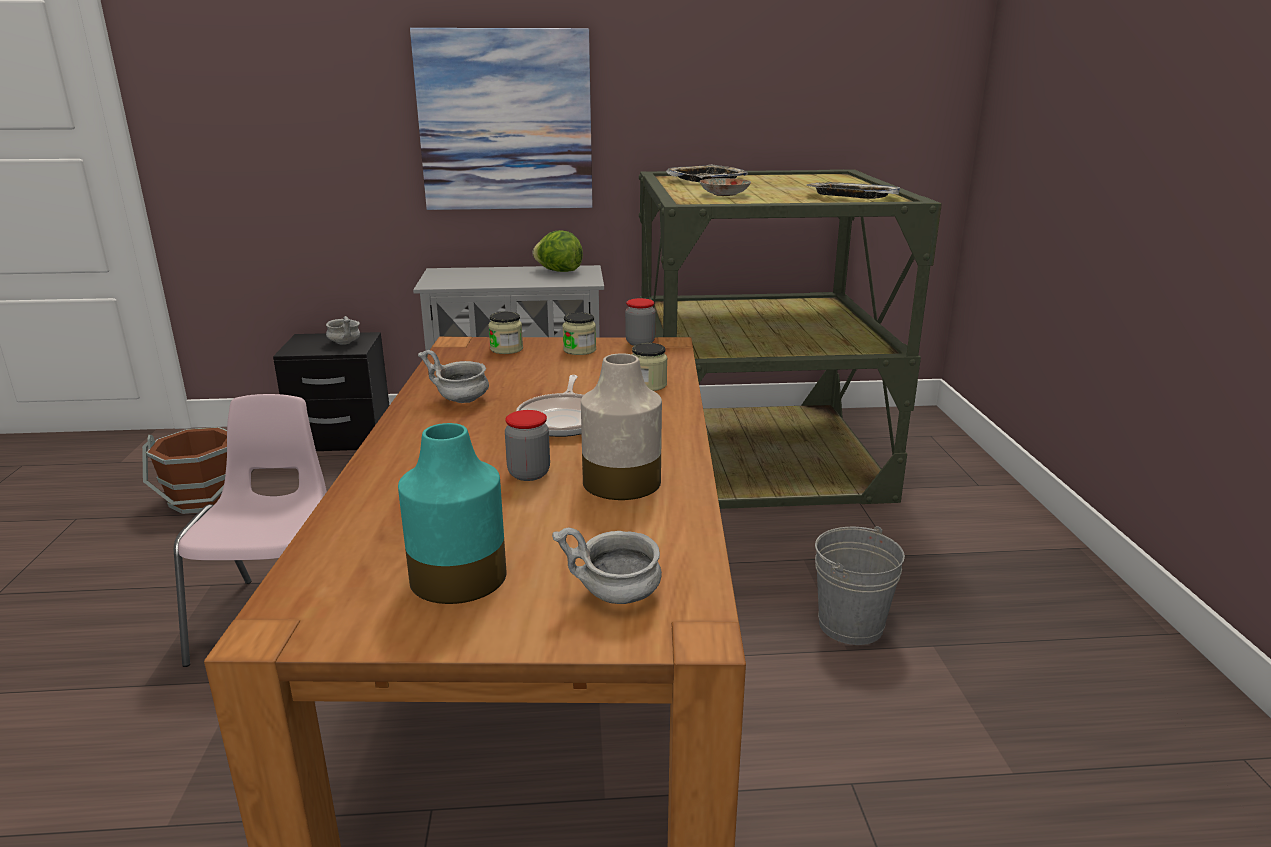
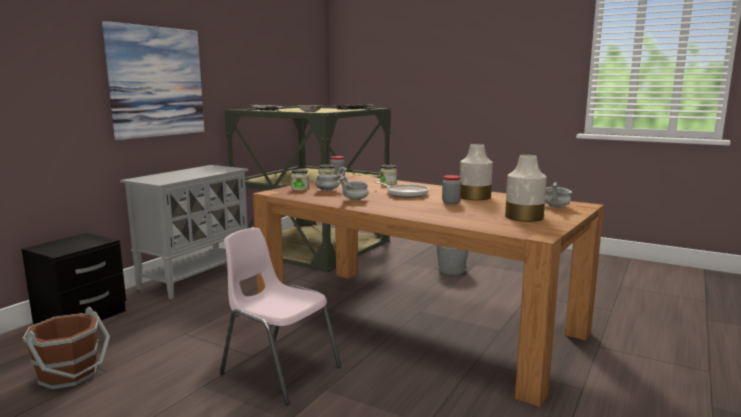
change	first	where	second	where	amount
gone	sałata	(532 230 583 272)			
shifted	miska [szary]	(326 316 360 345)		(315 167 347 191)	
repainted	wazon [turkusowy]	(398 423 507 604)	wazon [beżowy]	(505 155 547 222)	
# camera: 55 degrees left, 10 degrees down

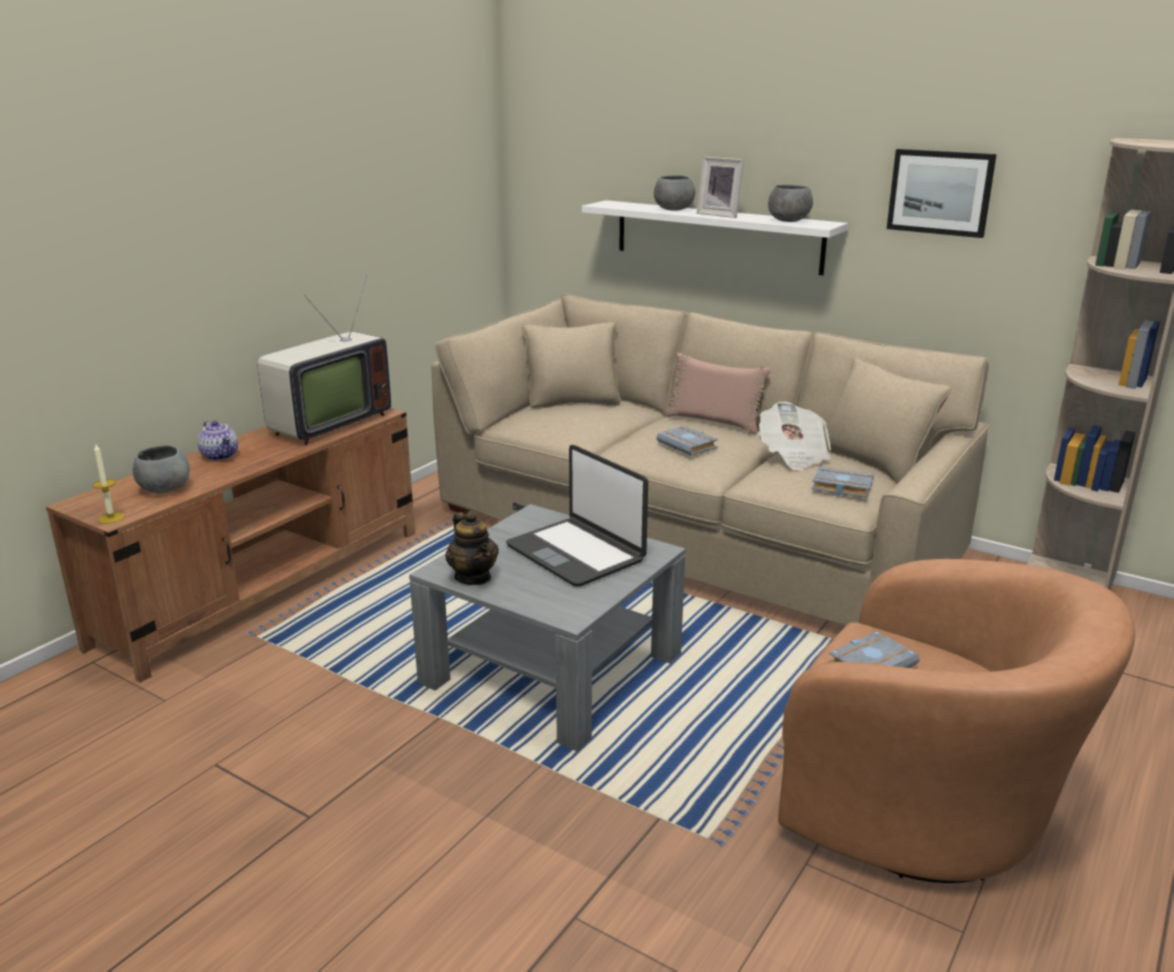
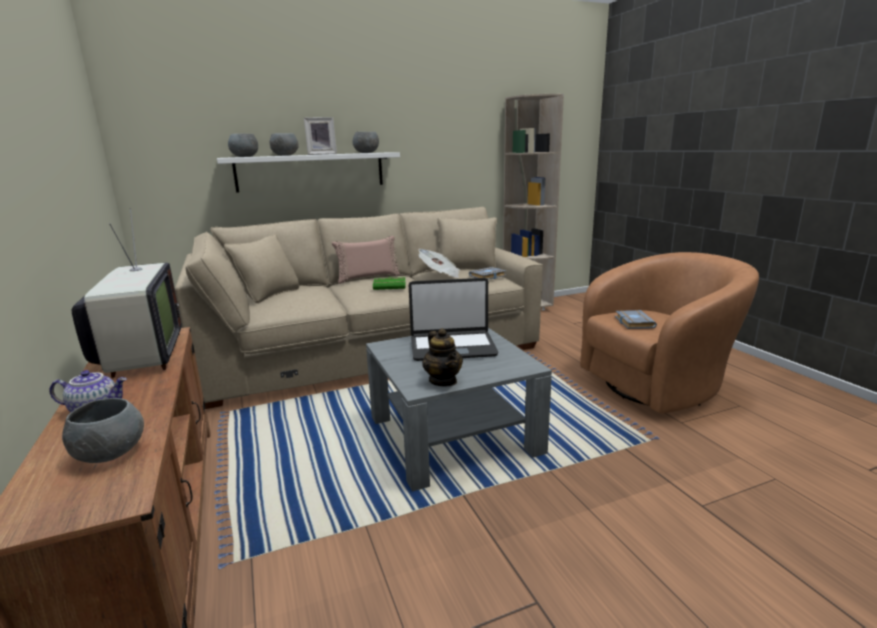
change	first	where	second	where	amount
gone	obraz	(887 149 997 238)			
repainted	książka [szary]	(656 426 718 456)	książka [zielony]	(373 277 406 290)	
gone	świeca	(92 444 125 524)			
rotated	imbryk	(445 511 499 585)		(422 328 463 387)	60 degrees clockwise
new			miska [szary]	(228 134 258 157)	
# camera: 55 degrees left, 5 degrees down

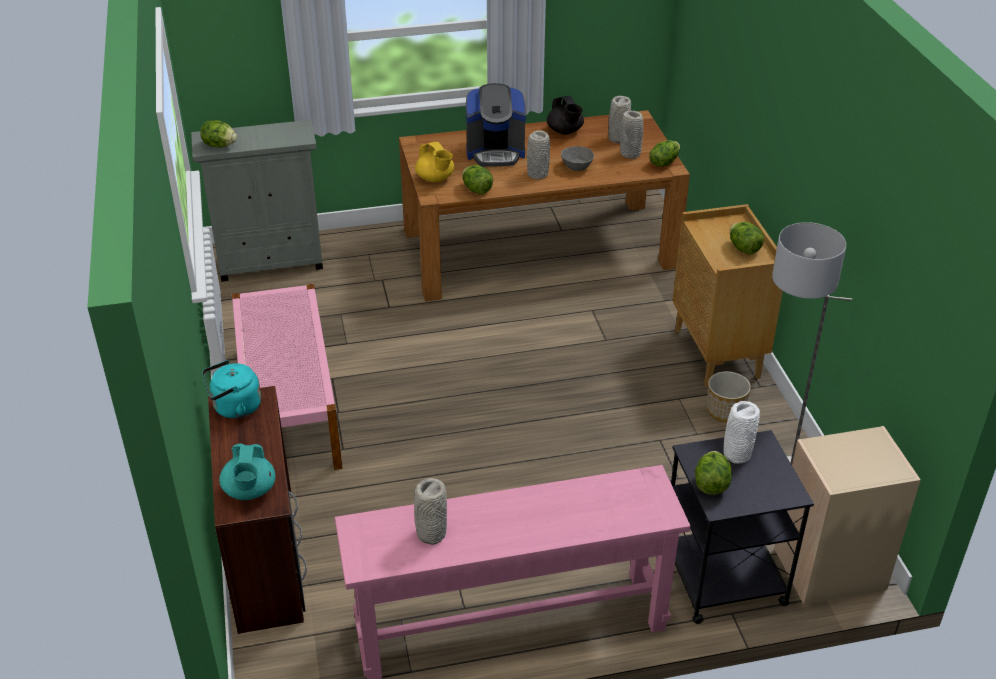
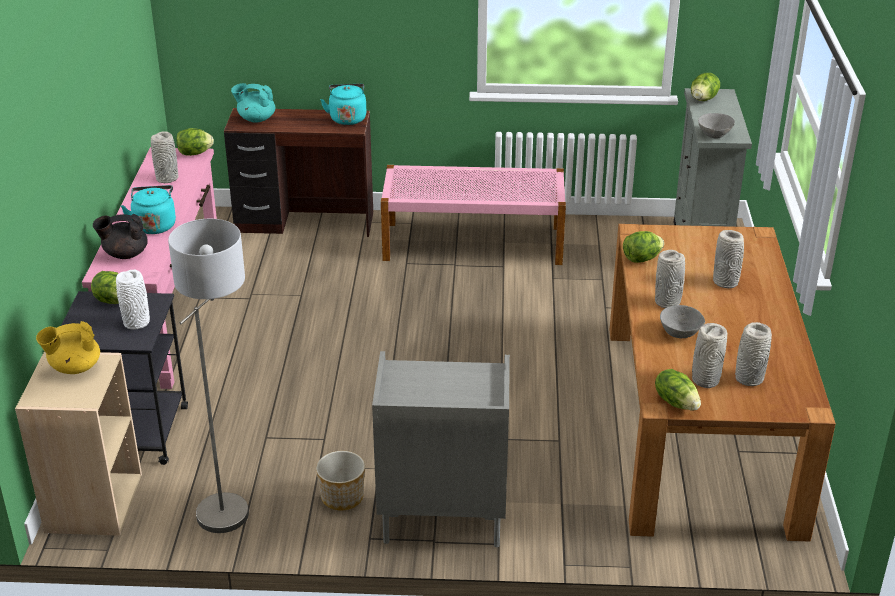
change	first	where	second	where	amount
swapped	ekspres do kawy	(466 83 526 166)	wazon [szary]	(713 230 744 288)	
shifted	imbryk [czarny]	(547 96 584 134)		(93 214 148 259)	
shifted	imbryk [żółty]	(415 142 455 182)		(36 321 100 374)	
repainted	szafka [brązowy]	(673 204 783 387)	szafka [szary]	(372 351 510 547)	
shifted	sałata	(730 222 764 255)		(176 128 214 156)	
new			miska [szary]	(698 113 735 138)	
new			czajnik [turkusowy]	(121 185 176 234)	
# camera: 105 degrees right, 5 degrees down

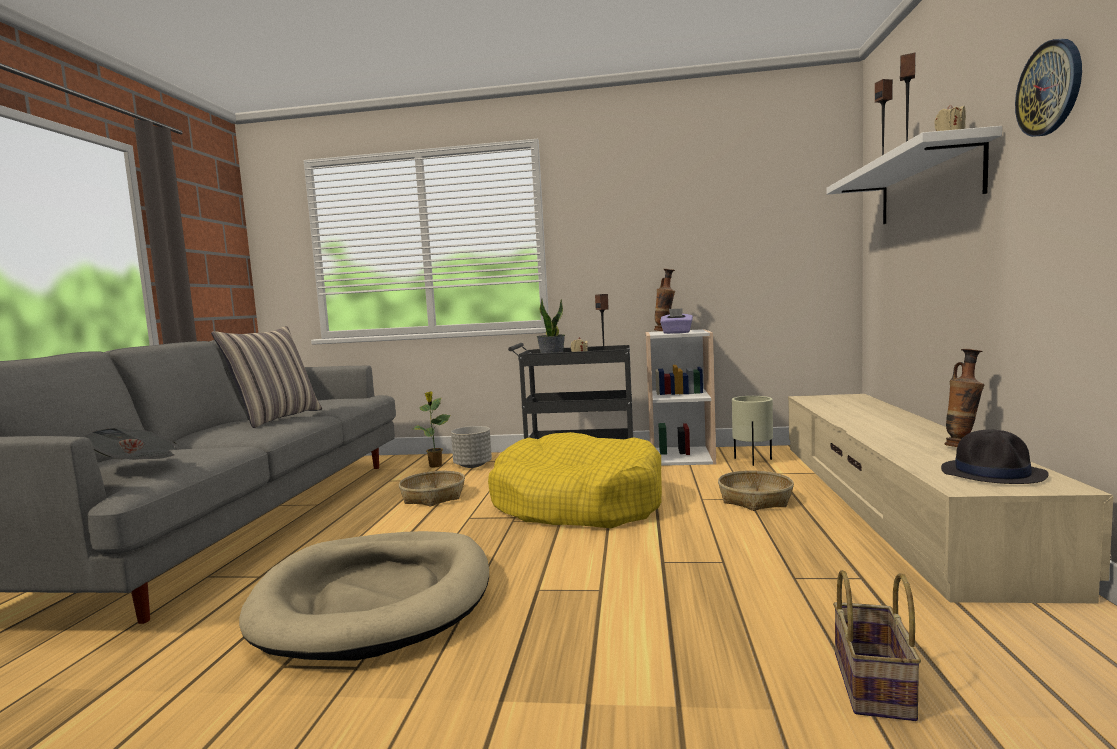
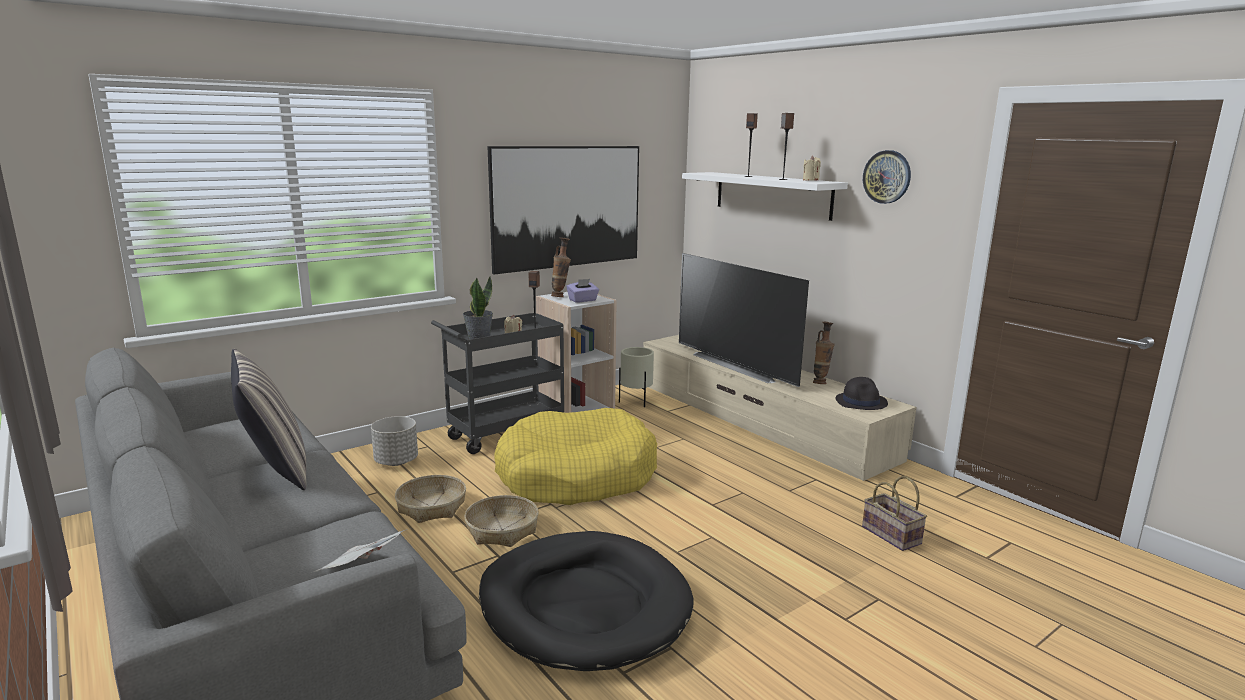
change	first	where	second	where	amount
gone	roślina doniczkowa	(413 392 450 468)			
shifted	koszyk	(718 470 794 511)		(464 495 539 547)	
repainted	legowisko [beżowy]	(239 531 489 661)	legowisko [czarny]	(479 531 694 671)	
new			obraz	(487 146 639 274)	
new			telewizor	(679 253 809 387)	
# camera: 45 degrees left, 10 degrees up

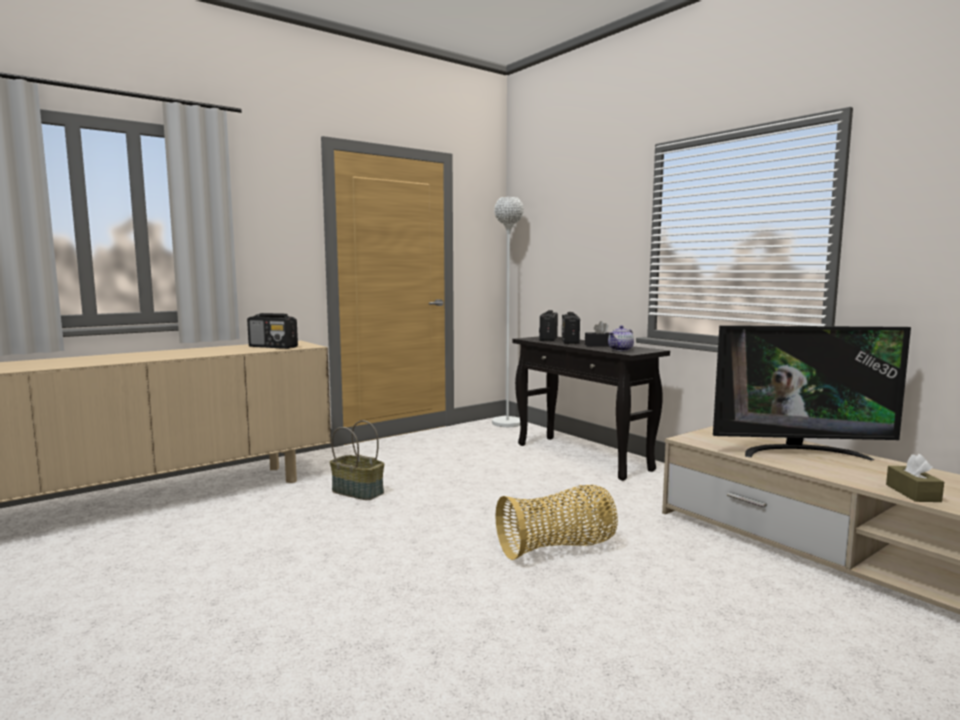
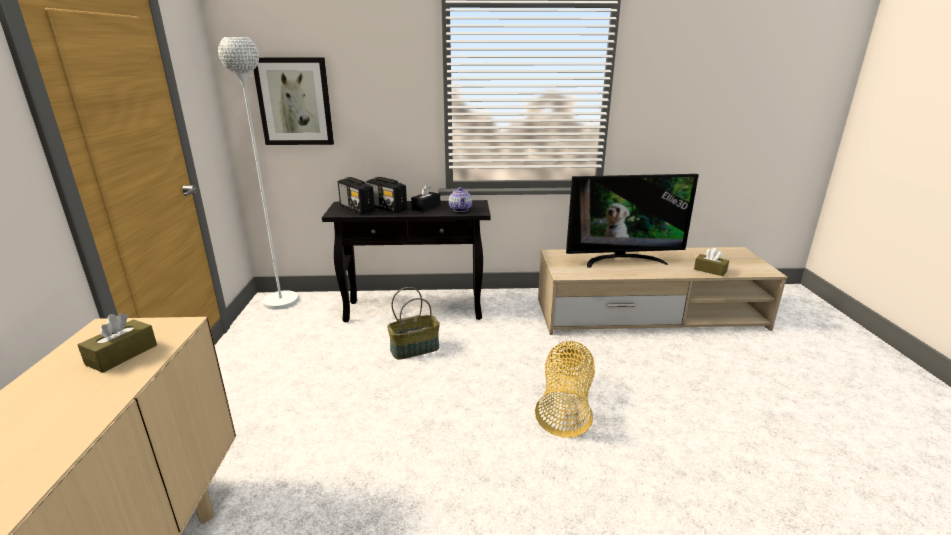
change	first	where	second	where	amount
swapped	radio	(247 313 298 349)	pudełko chusteczek [brązowy]	(78 313 157 373)	
rotated	telewizor	(713 325 911 460)		(566 174 699 268)	45 degrees clockwise
shifted	koszyk	(330 420 384 500)		(387 287 440 359)	
new			obraz	(254 57 334 145)	
# camera: 55 degrees left, 15 degrees up

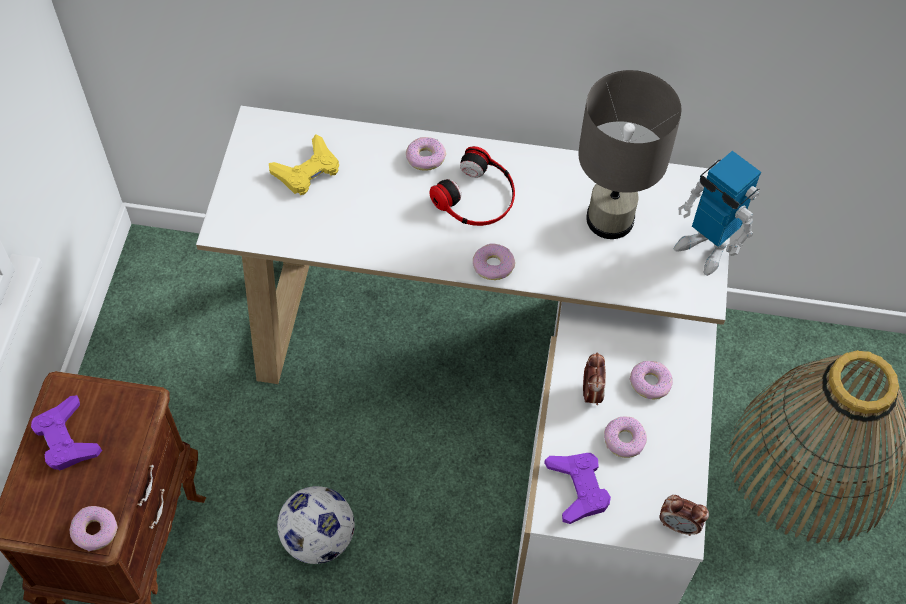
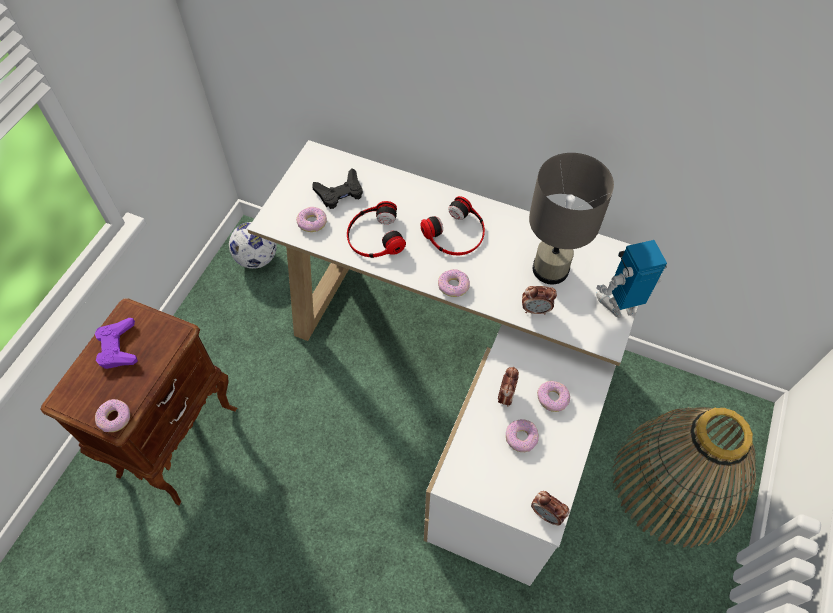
change	first	where	second	where	amount
repainted	pad do gier [żółty]	(269 134 339 195)	pad do gier [czarny]	(312 168 363 209)	
shifted	donut	(406 137 446 171)		(296 207 327 232)	
rotated	robot zabawkowy	(674 151 761 276)		(596 240 667 318)	105 degrees clockwise
gone	pad do gier [fioletowy]	(544 453 611 524)			
shifted	piłka futbolowa	(277 486 355 564)		(229 222 277 269)	
new			słuchawki	(347 201 406 258)	
new			budzik	(522 286 557 314)	
# camera: 15 degrees right, 0 degrees up

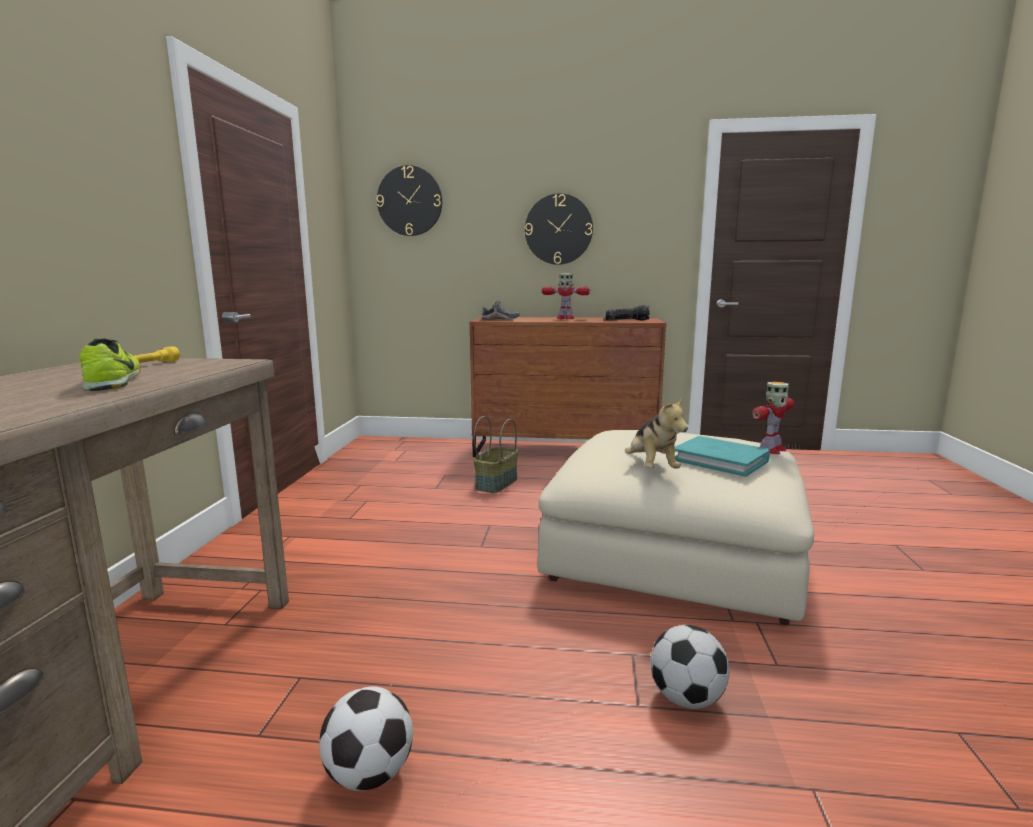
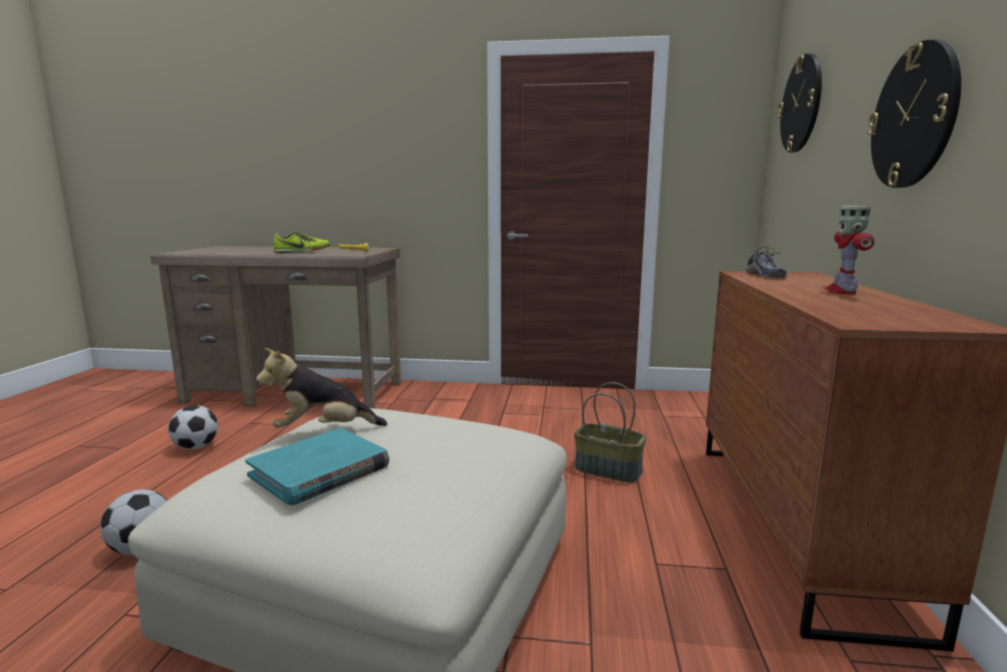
change	first	where	second	where	amount
gone	latarka	(605 305 649 321)			
gone	robot zabawkowy	(751 382 794 454)			
# camera: 90 degrees right, 0 degrees up

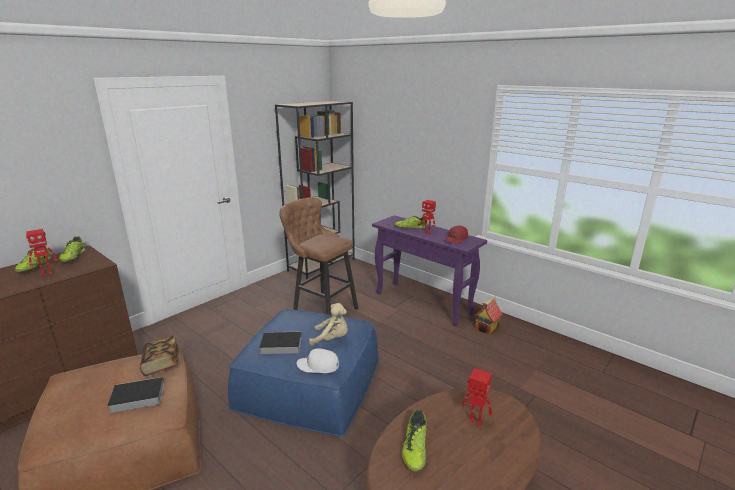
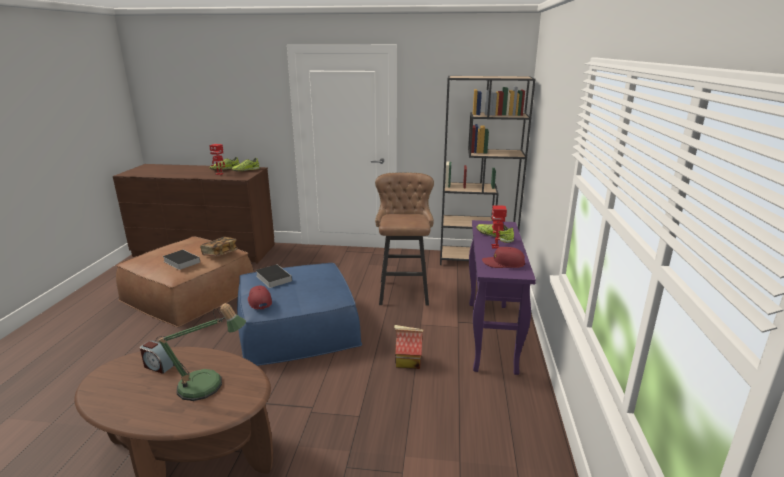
change	first	where	second	where	amount
shifted	domek	(474 297 503 335)		(394 325 424 369)	
gone	pluszak [beżowy]	(309 303 348 346)			
repainted	czapka z daszkiem [biały]	(297 348 339 373)	czapka z daszkiem [czerwony]	(248 286 272 310)	
swapped	robot zabawkowy	(462 368 493 427)	lampa stołowa	(156 303 246 401)	
swapped	but	(402 410 427 472)	budzik	(140 340 174 374)	
# camera: 55 degrees right, 0 degrees up

